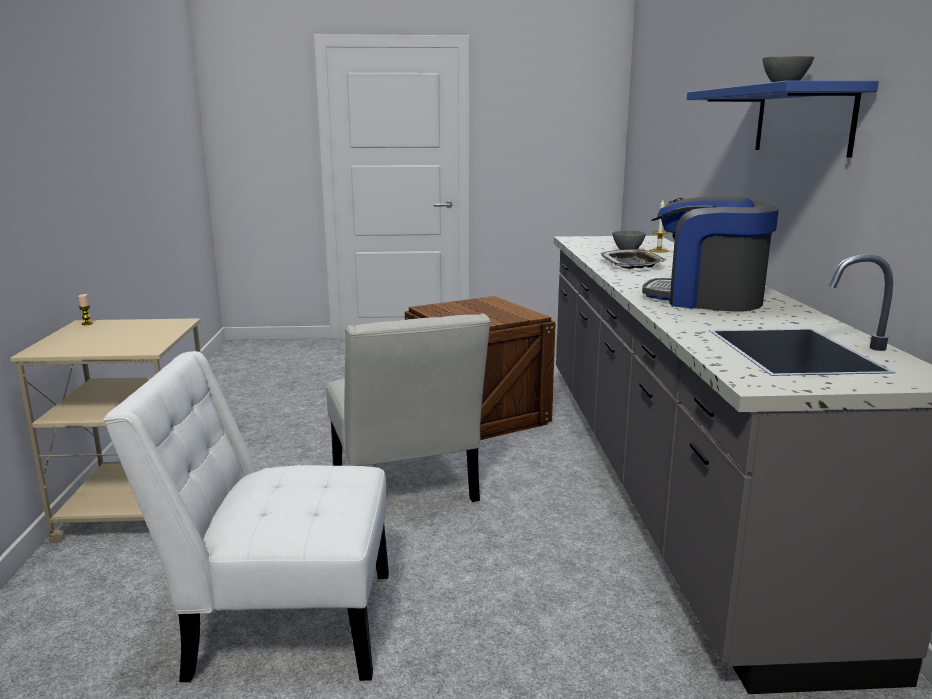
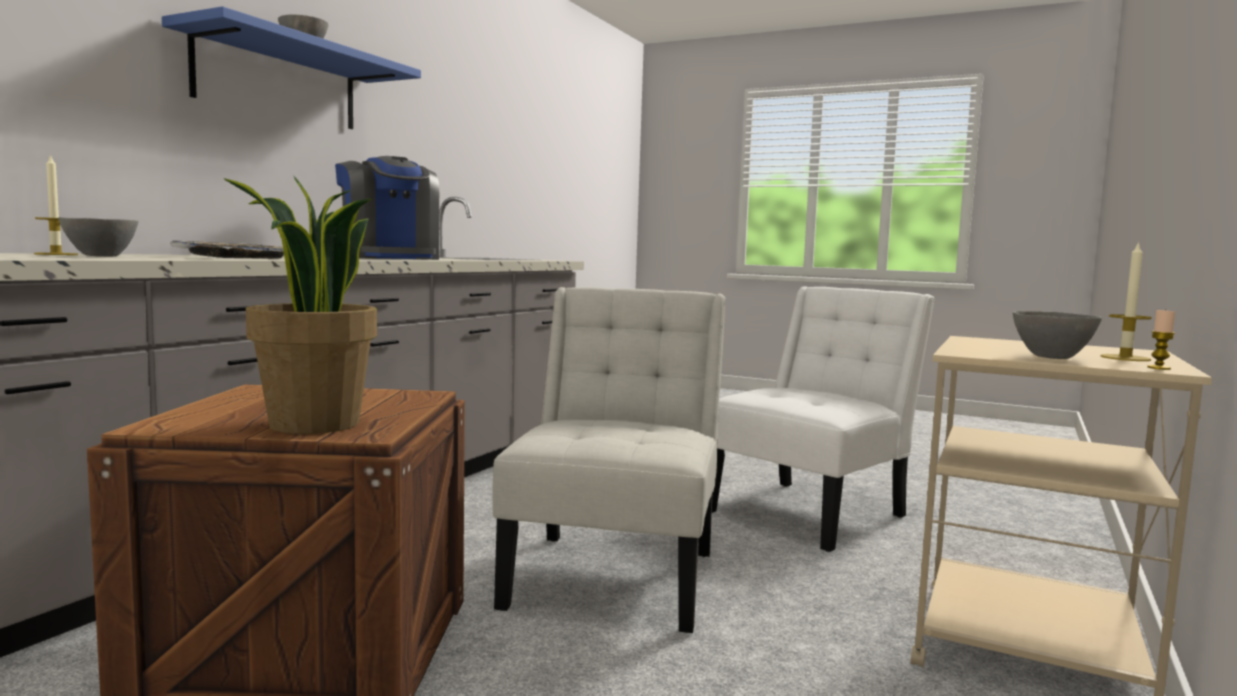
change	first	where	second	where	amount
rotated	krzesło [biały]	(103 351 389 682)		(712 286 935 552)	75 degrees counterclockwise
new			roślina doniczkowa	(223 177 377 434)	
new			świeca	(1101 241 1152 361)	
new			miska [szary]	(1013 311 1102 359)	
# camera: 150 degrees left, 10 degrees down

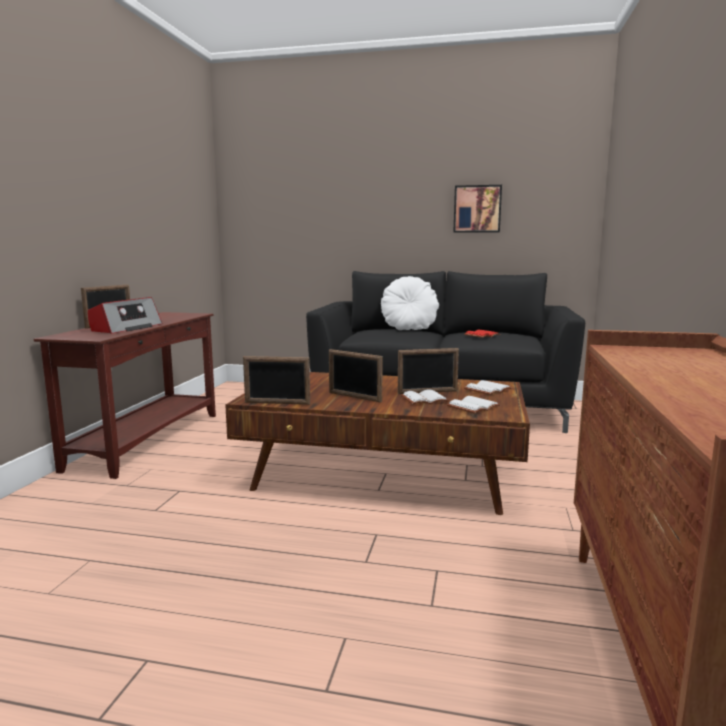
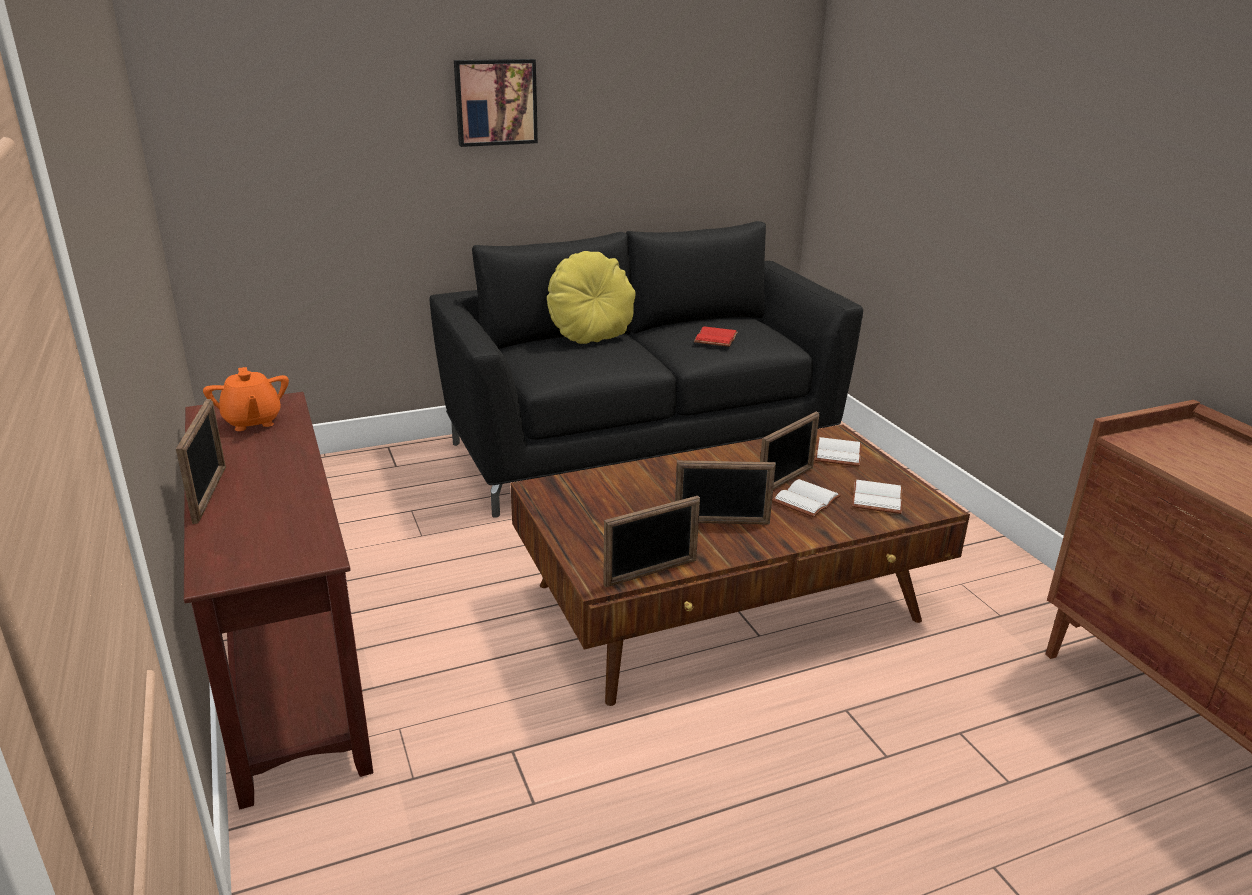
change	first	where	second	where	amount
shifted	obraz	(453 185 502 233)		(454 59 538 147)	
repainted	poduszka [biały]	(381 276 439 330)	poduszka [żółty]	(547 251 636 344)	
gone	radio	(88 297 162 334)			
new			imbryk [pomarańczowy]	(203 367 289 431)	
# camera: 35 degrees left, 15 degrees up

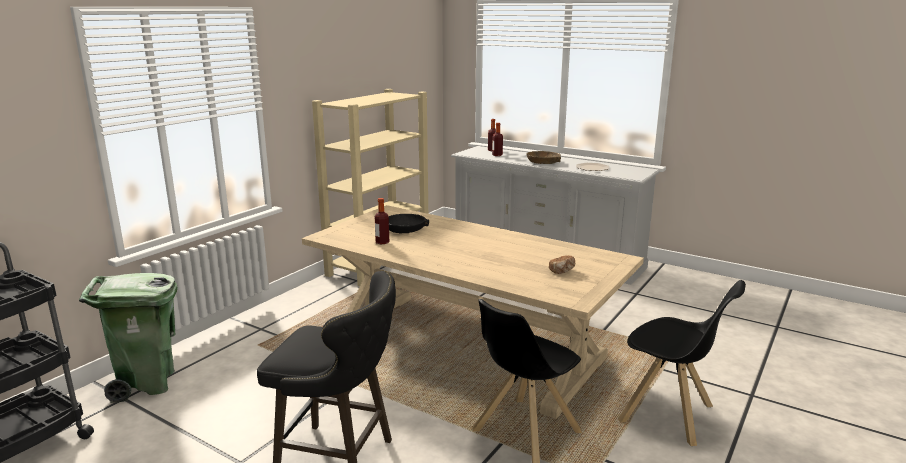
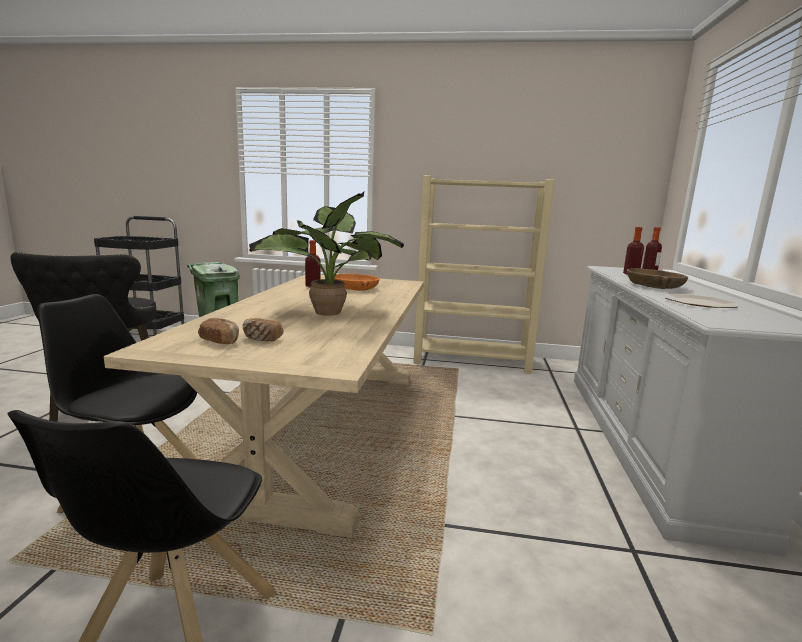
change	first	where	second	where	amount
repainted	miska [czarny]	(388 214 429 233)	miska [pomarańczowy]	(334 274 379 291)	
new			roślina doniczkowa	(249 192 404 316)	
new			chleb	(198 318 239 344)	
# camera: 65 degrees right, 5 degrees down

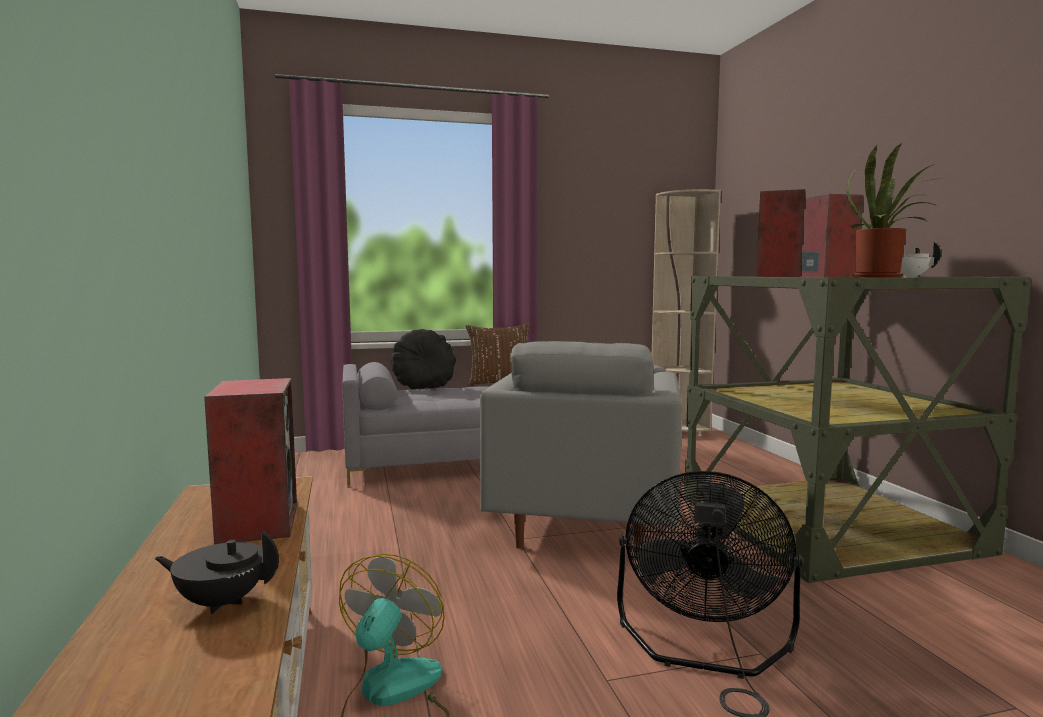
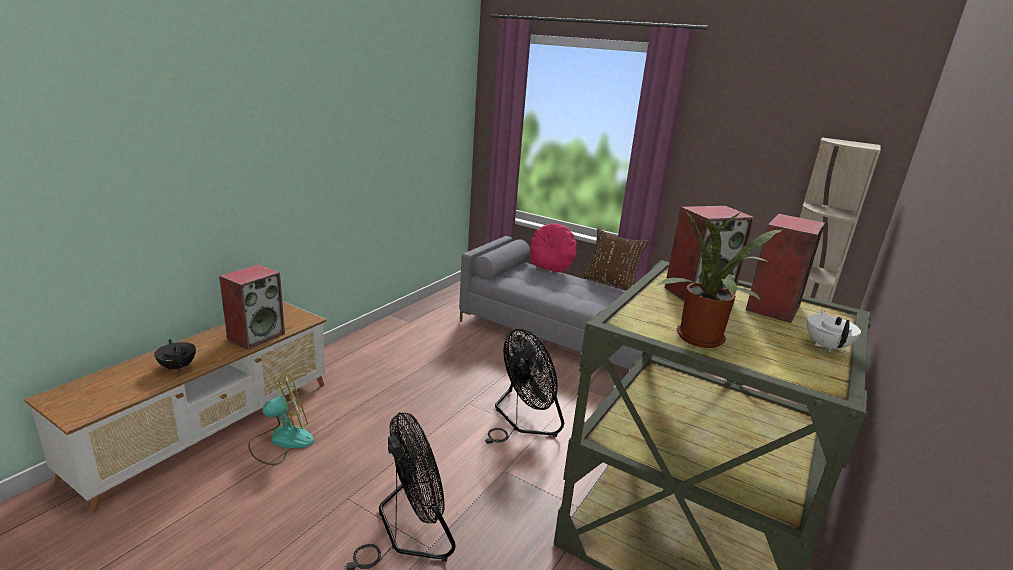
change	first	where	second	where	amount
repainted	poduszka [czarny]	(391 329 456 389)	poduszka [różowy]	(530 223 577 272)	
swapped	fotel [szary]	(480 341 682 559)	wentylator [czarny]	(485 329 564 444)	
# camera: 45 degrees right, 15 degrees up

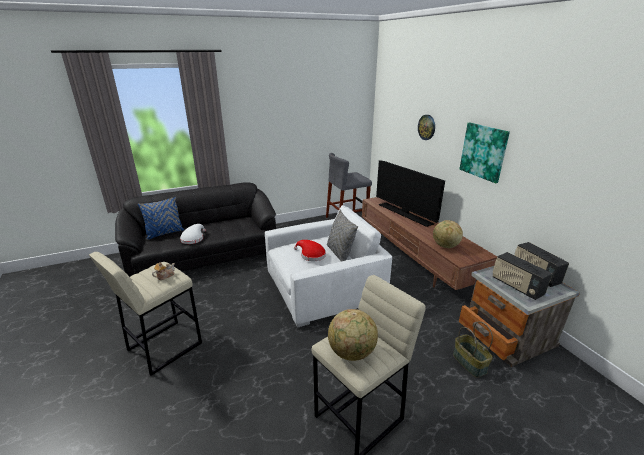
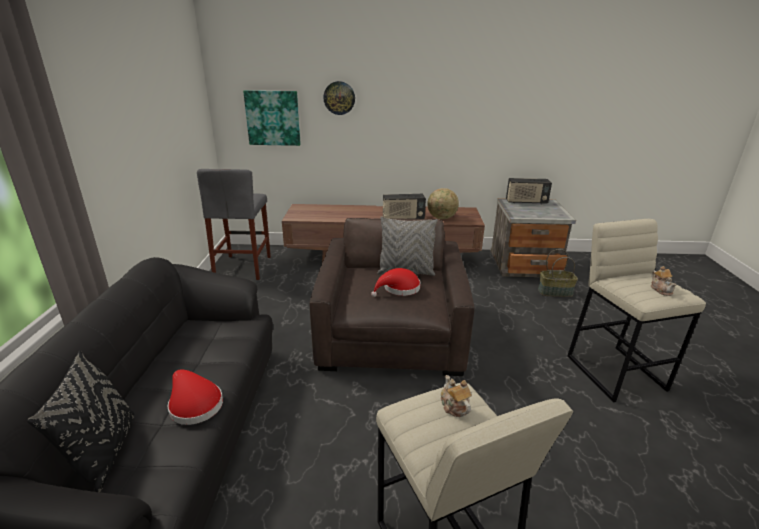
change	first	where	second	where	amount
shifted	obraz	(460 123 510 183)		(243 90 301 146)	
gone	telewizor	(376 160 445 227)			
repainted	poduszka [niebieski]	(138 197 184 240)	poduszka [czarny]	(27 351 134 492)	
repainted	fotel [biały]	(265 205 392 327)	fotel [brązowy]	(310 218 475 376)	
repainted	kapelusz [biały]	(180 224 206 244)	kapelusz [czerwony]	(167 369 223 425)	
shifted	radio	(493 252 552 300)		(383 194 426 219)	
swapped	globus	(328 309 378 361)	imbryk	(651 266 677 296)	
# camera: 65 degrees left, 0 degrees up

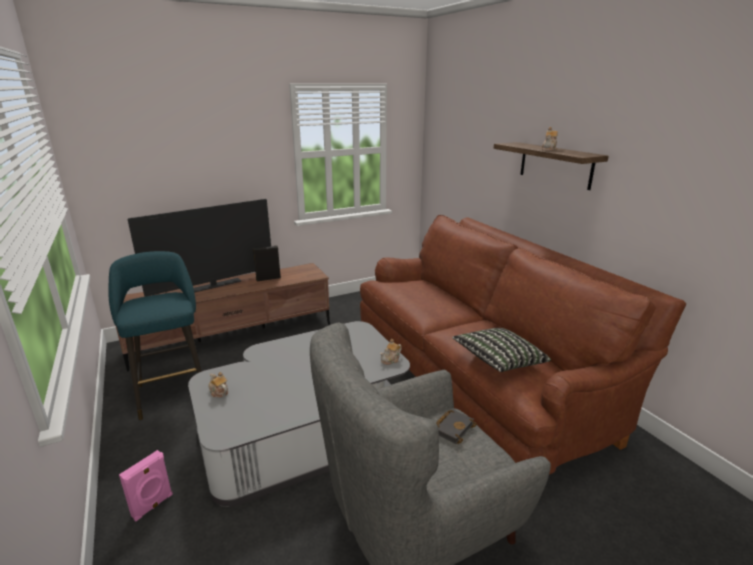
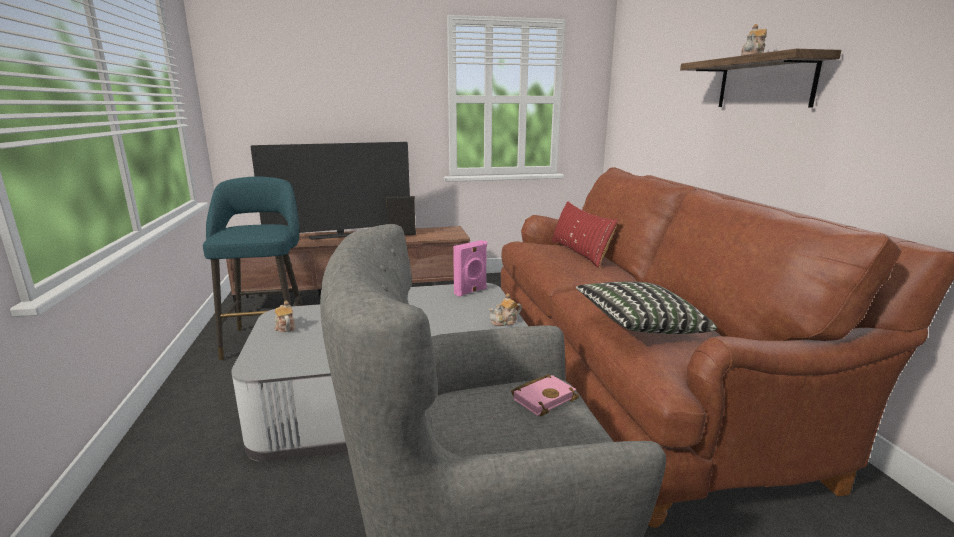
change	first	where	second	where	amount
repainted	książka [czarny]	(436 410 477 444)	książka [różowy]	(511 374 579 416)	
shifted	głośnik [różowy]	(119 450 173 521)		(453 240 487 297)	
new			poduszka [czerwony]	(552 201 618 268)	
# camera: 15 degrees right, 5 degrees down

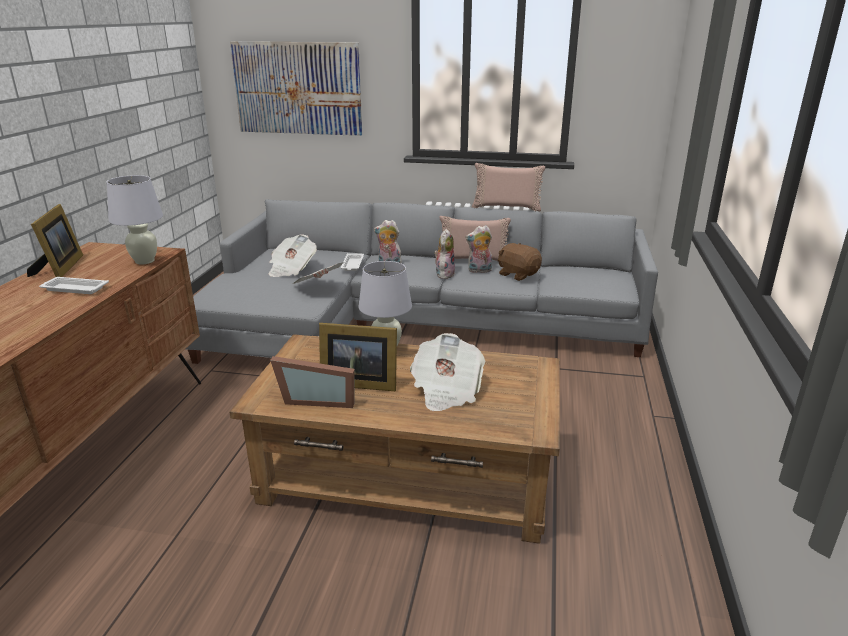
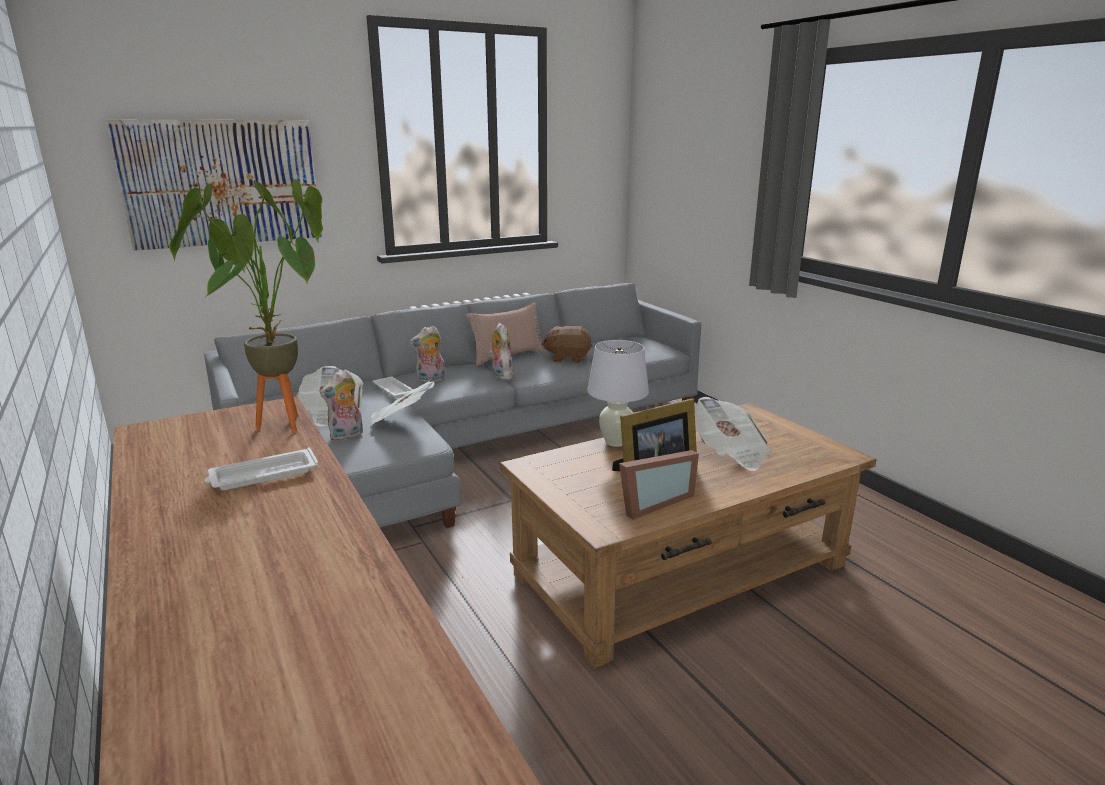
change	first	where	second	where	amount
gone	poduszka [beżowy]	(472 163 545 212)			
swapped	lampa stołowa [biały]	(107 175 163 265)	roślina doniczkowa	(169 179 323 432)	
gone	ramka na zdjęcie	(27 204 83 277)			
shifted	pluszak	(465 225 492 274)		(320 369 363 441)	
# camera: 40 degrees left, 5 degrees down

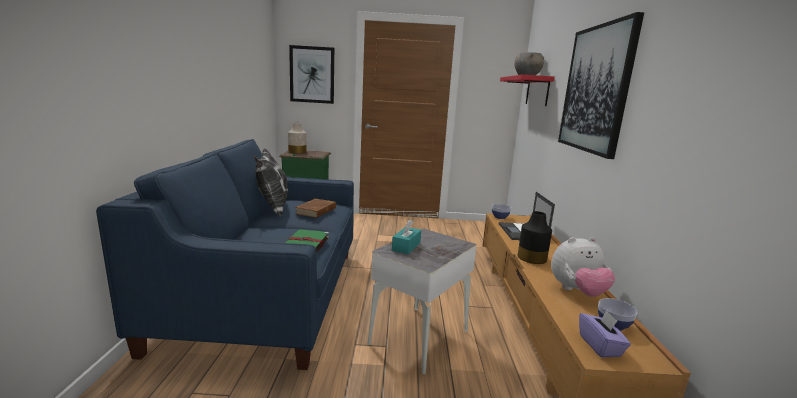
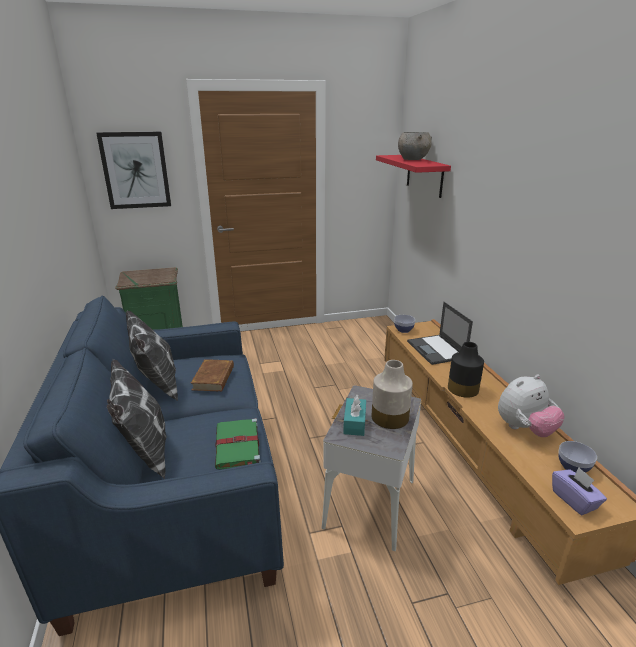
change	first	where	second	where	amount
gone	obraz	(558 12 644 159)			
shifted	wazon [beżowy]	(288 122 306 154)		(371 360 413 429)	
new			poduszka	(107 359 167 479)	
# camera: 15 degrees left, 10 degrees up

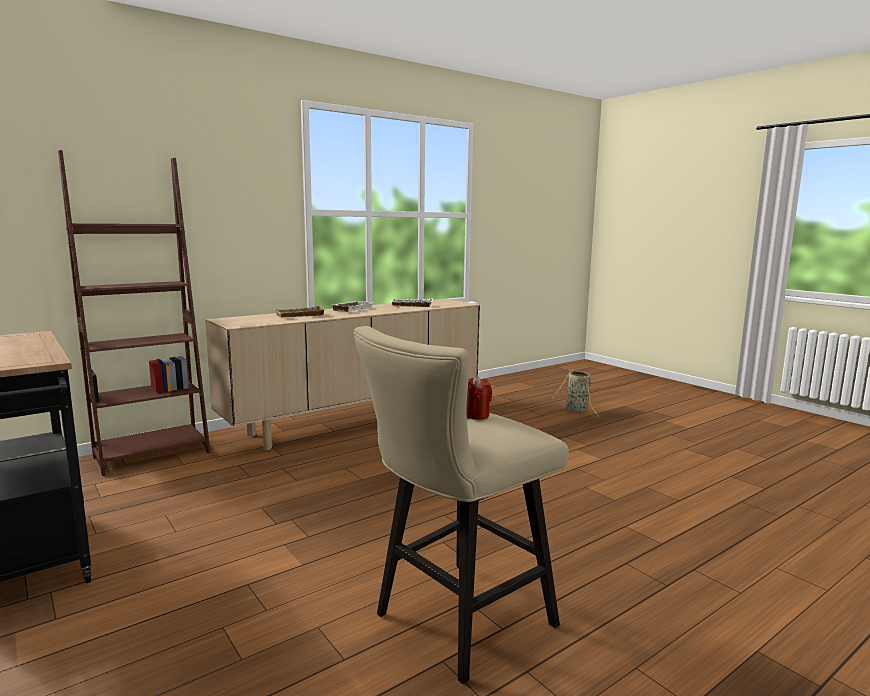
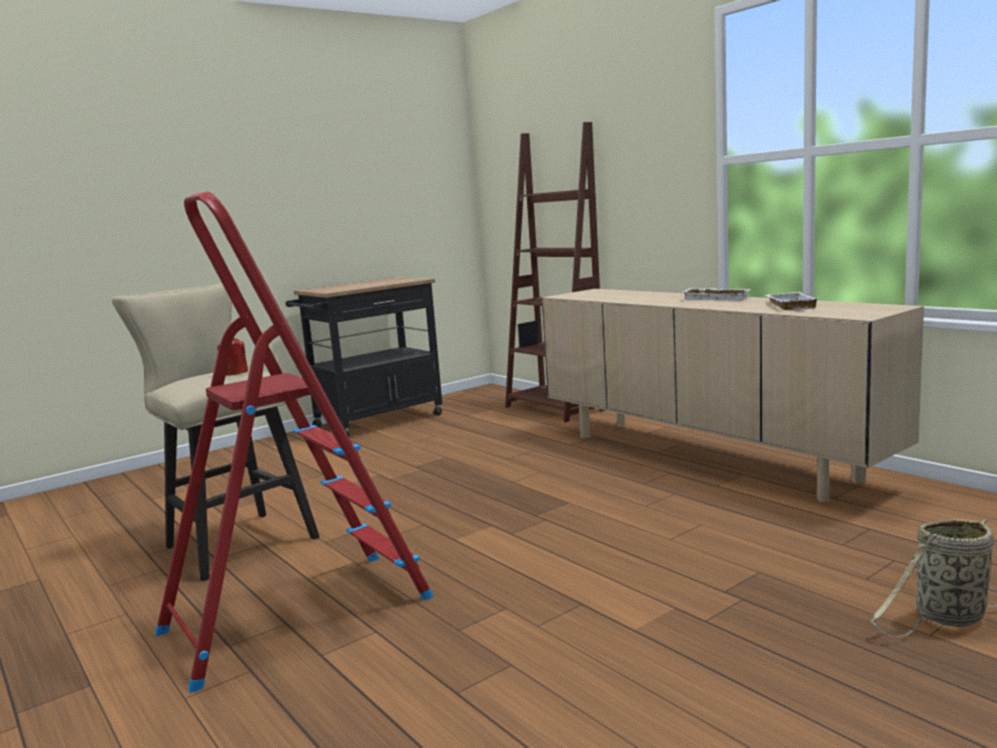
change	first	where	second	where	amount
gone	taca [beżowy]	(275 306 326 317)			
new			drabinka [czerwony]	(155 192 434 693)	
# camera: 90 degrees right, 0 degrees up

